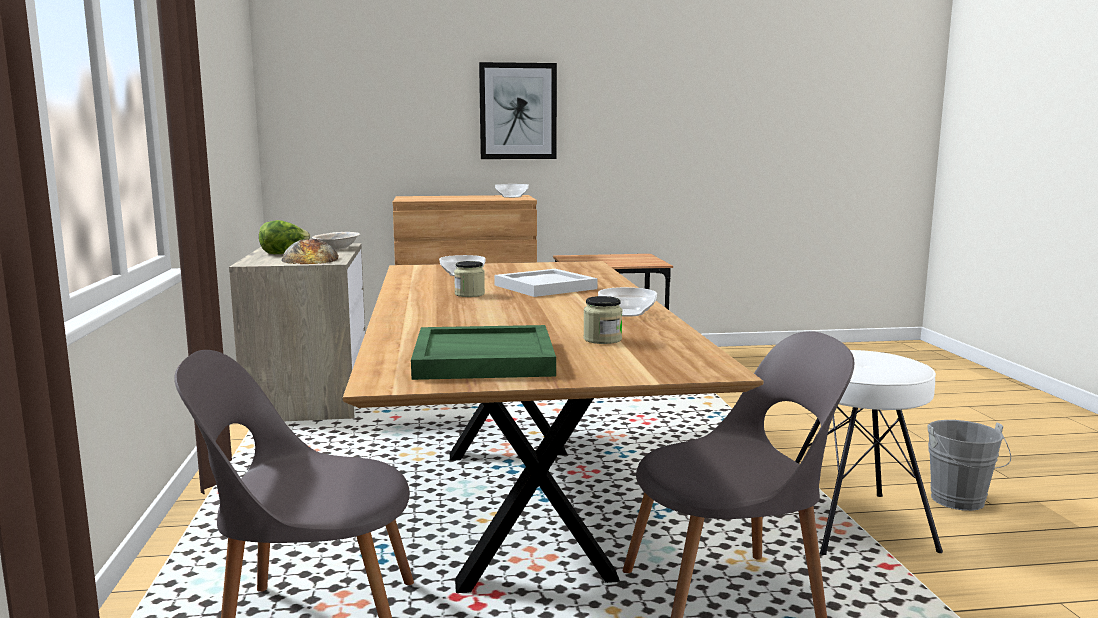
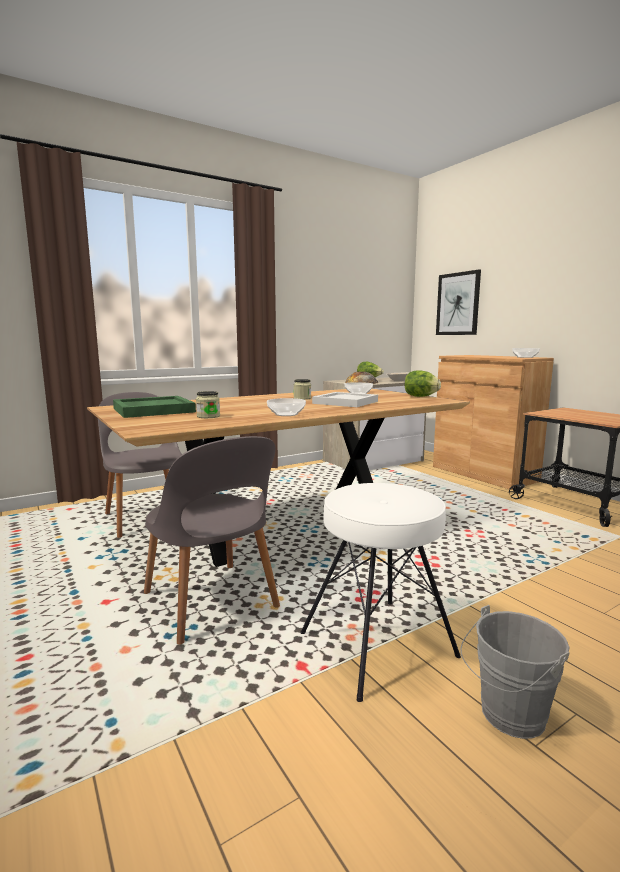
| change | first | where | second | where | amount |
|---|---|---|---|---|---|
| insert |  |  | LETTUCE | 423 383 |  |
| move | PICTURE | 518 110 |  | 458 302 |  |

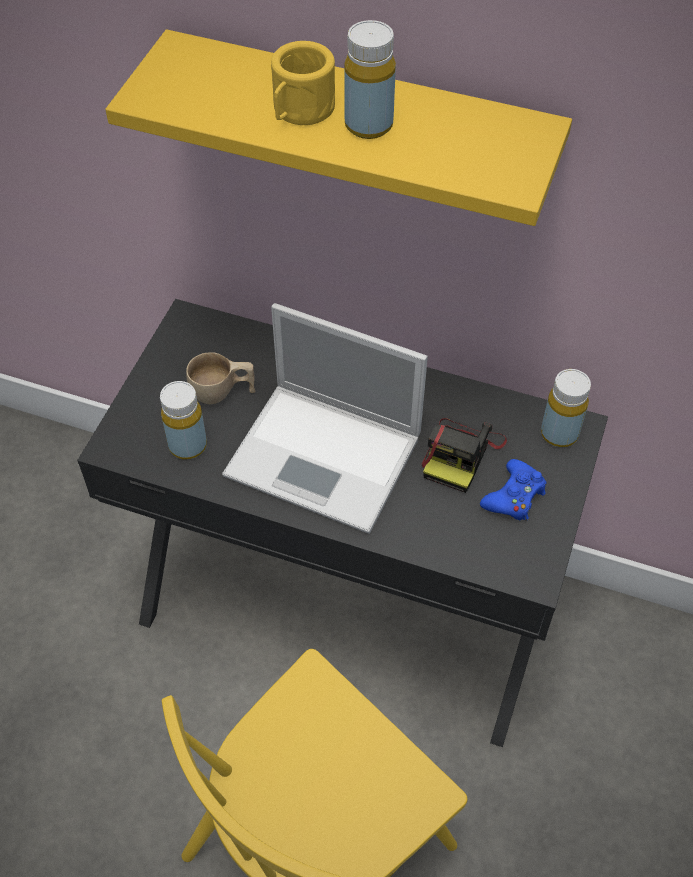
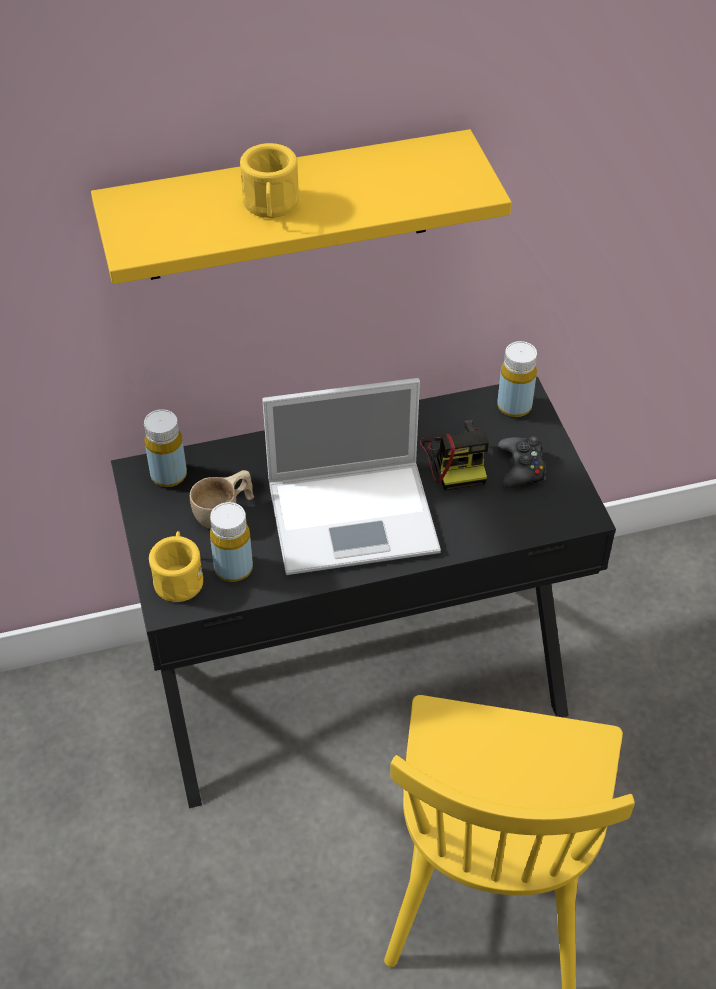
| change | first | where | second | where | amount |
|---|---|---|---|---|---|
| insert |  |  | YELLOW MUG | 176 566 |  |
| move | YELLOW BOTTLE | 370 79 |  | 165 448 |  |
| recolor | BLUE GAME CONTROLLER | 513 490 | BLACK GAME CONTROLLER | 522 462 |  |

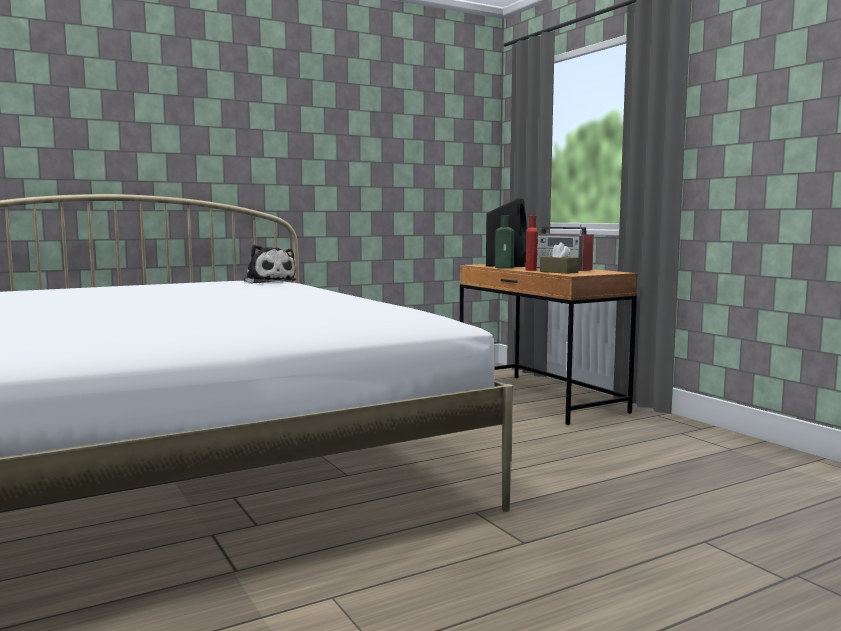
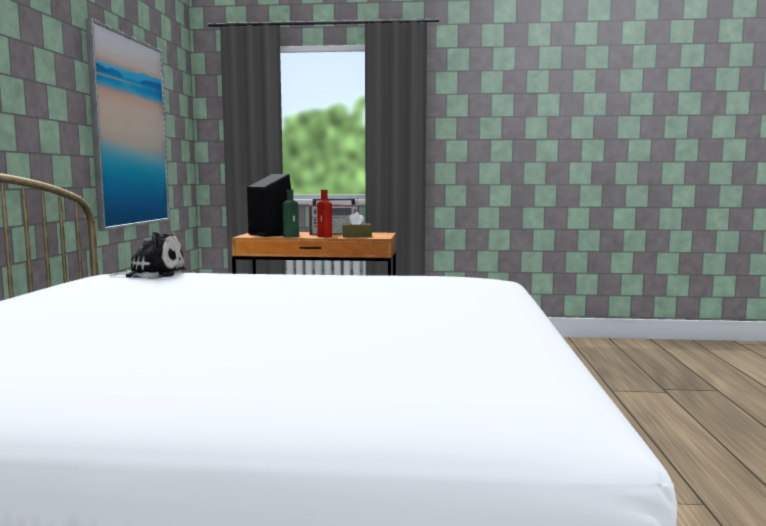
| change | first | where | second | where | amount |
|---|---|---|---|---|---|
| insert |  |  | PICTURE | 127 124 |  |

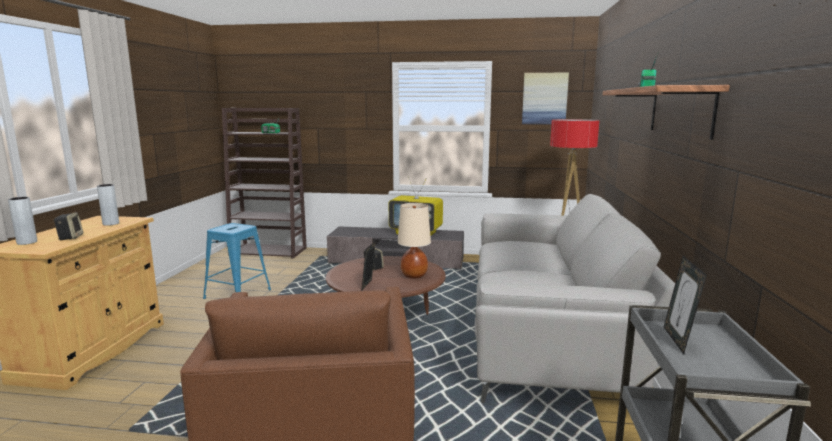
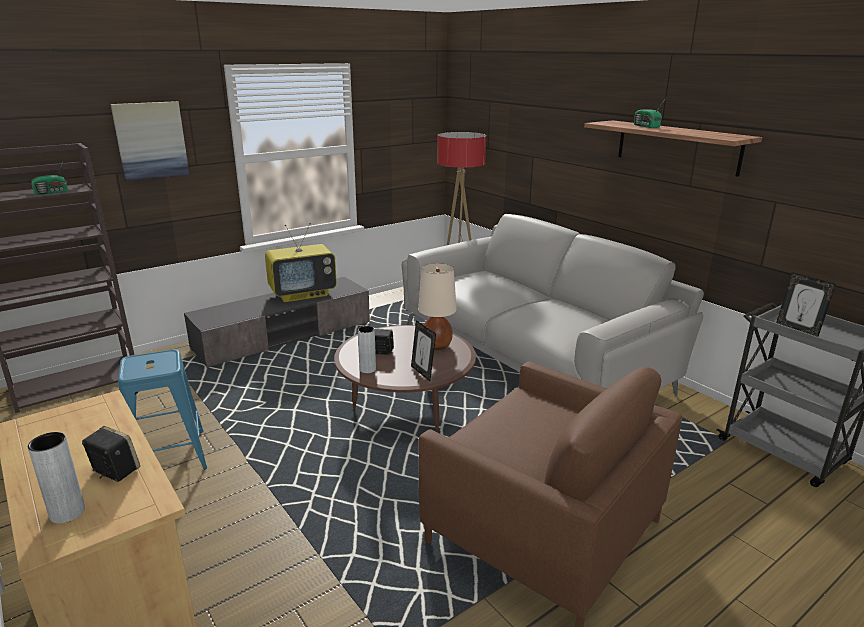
| change | first | where | second | where | amount |
|---|---|---|---|---|---|
| move | GREY VASE | 108 205 |  | 367 349 |  |
| move | PICTURE | 545 99 |  | 149 141 |  |

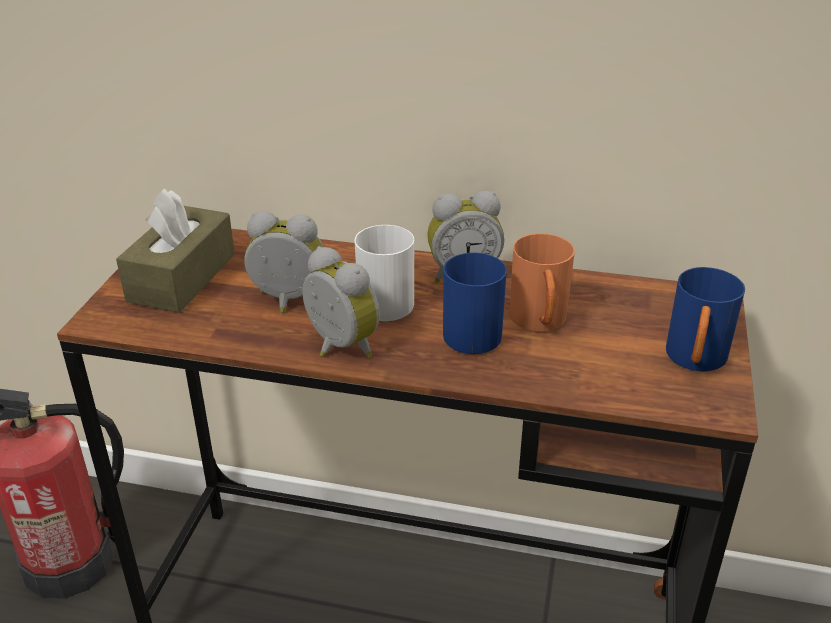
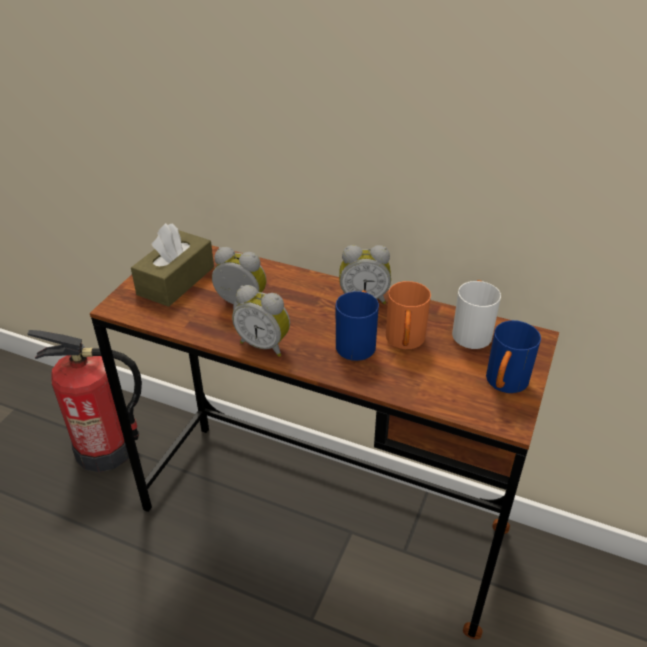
| change | first | where | second | where | amount |
|---|---|---|---|---|---|
| move | WHITE MUG | 384 273 |  | 476 314 |  |
| rotate | ALARM CLOCK | 341 301 |  | 261 321 | 150 degrees clockwise |

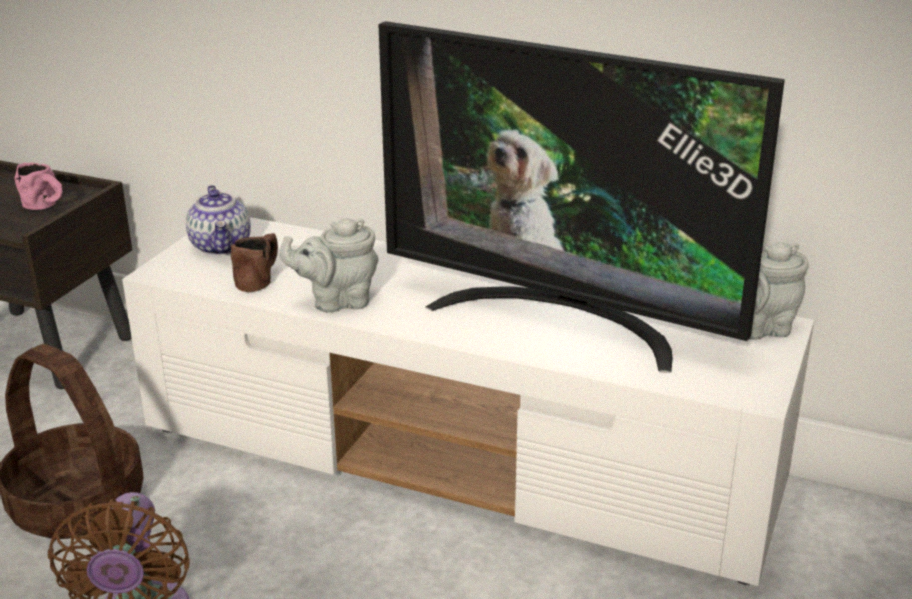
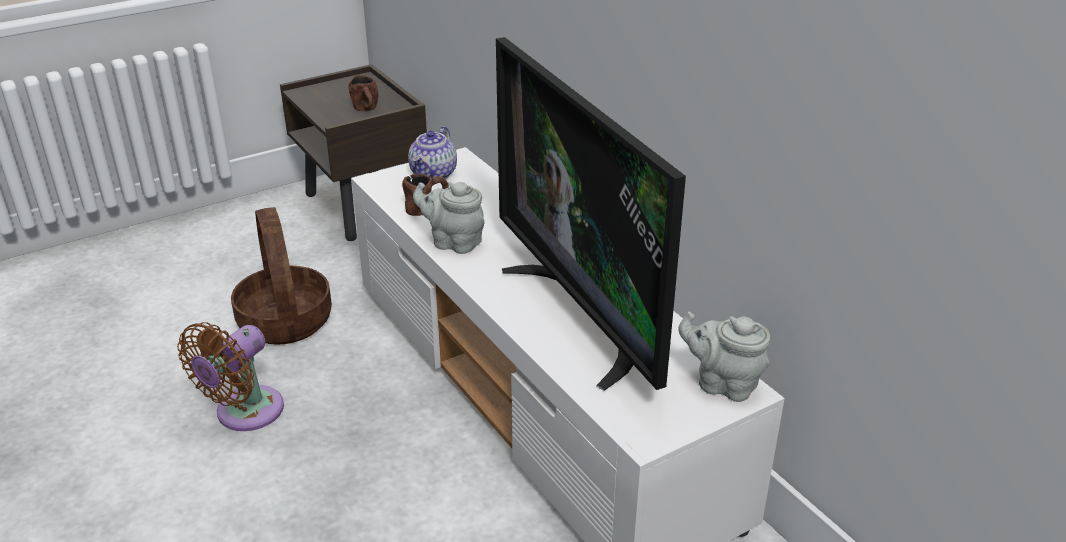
| change | first | where | second | where | amount |
|---|---|---|---|---|---|
| recolor | PINK MUG | 39 186 | BROWN MUG | 363 93 |  |

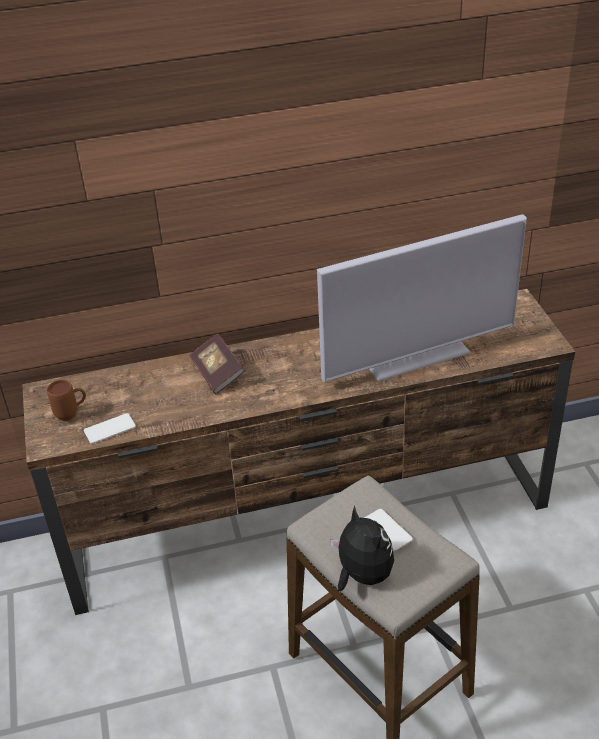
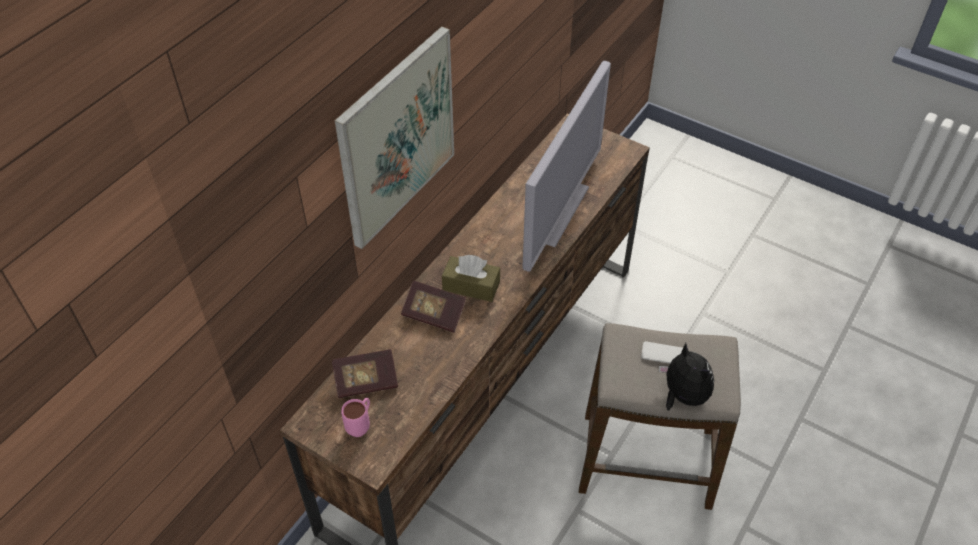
| change | first | where | second | where | amount |
|---|---|---|---|---|---|
| delete | PHONE | 110 428 |  |  |  |
| insert |  |  | BOOK | 365 373 |  |
| insert |  |  | PICTURE | 394 138 |  |
| insert |  |  | BROWN TISSUE BOX | 471 278 |  |
| recolor | BROWN MUG | 66 400 | PINK MUG | 355 417 |  |
| rotate | PLUSH TOY | 362 548 |  | 686 377 | 45 degrees clockwise |

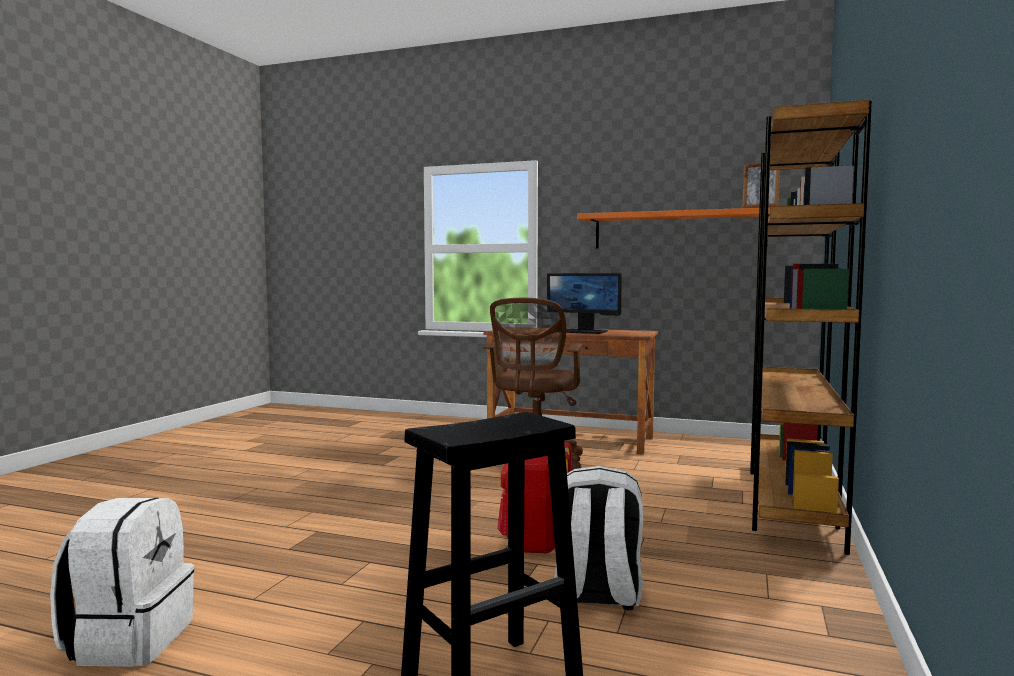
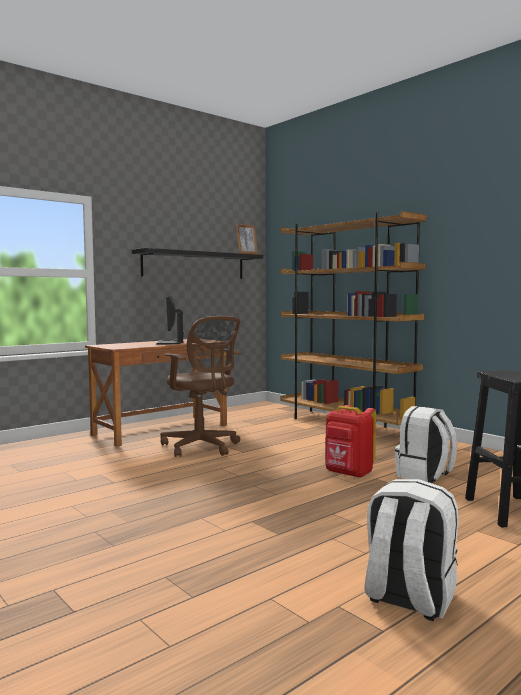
| change | first | where | second | where | amount |
|---|---|---|---|---|---|
| recolor | ORANGE SHELF | 673 228 | BLACK SHELF | 197 263 |  |
| rotate | MONITOR | 584 303 |  | 170 320 | 120 degrees clockwise |

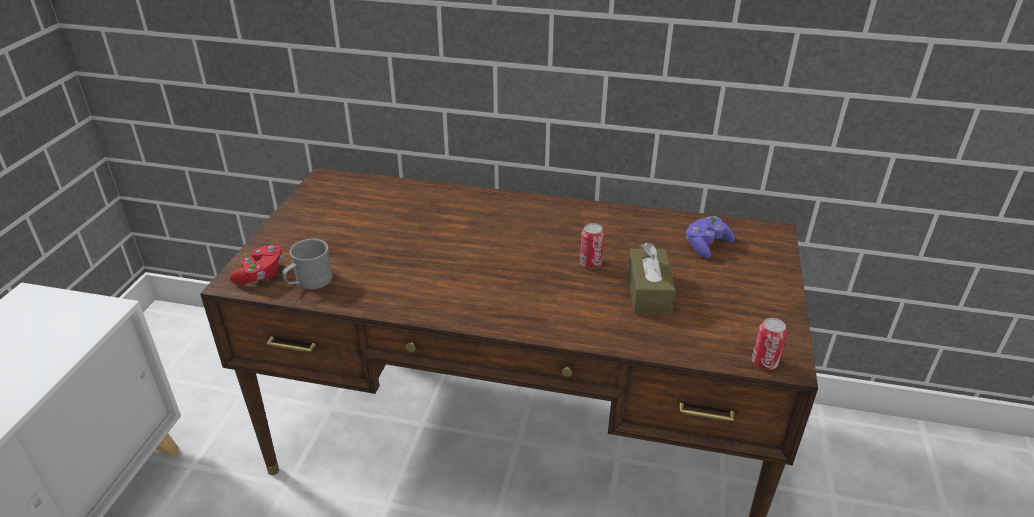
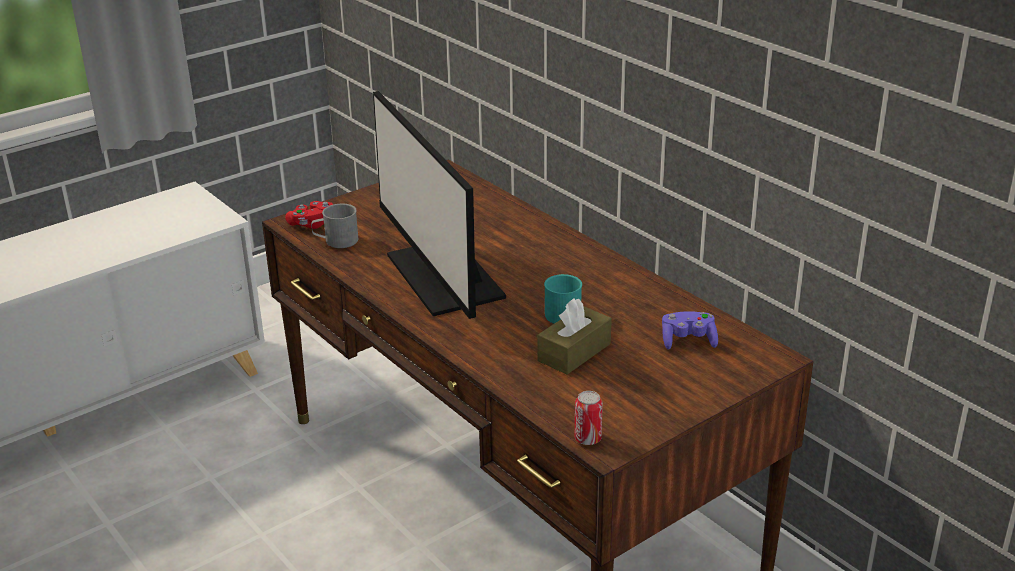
| change | first | where | second | where | amount |
|---|---|---|---|---|---|
| insert |  |  | MONITOR | 439 205 |  |
| replace | CAN | 592 245 | TURQUOISE MUG | 563 299 |  |

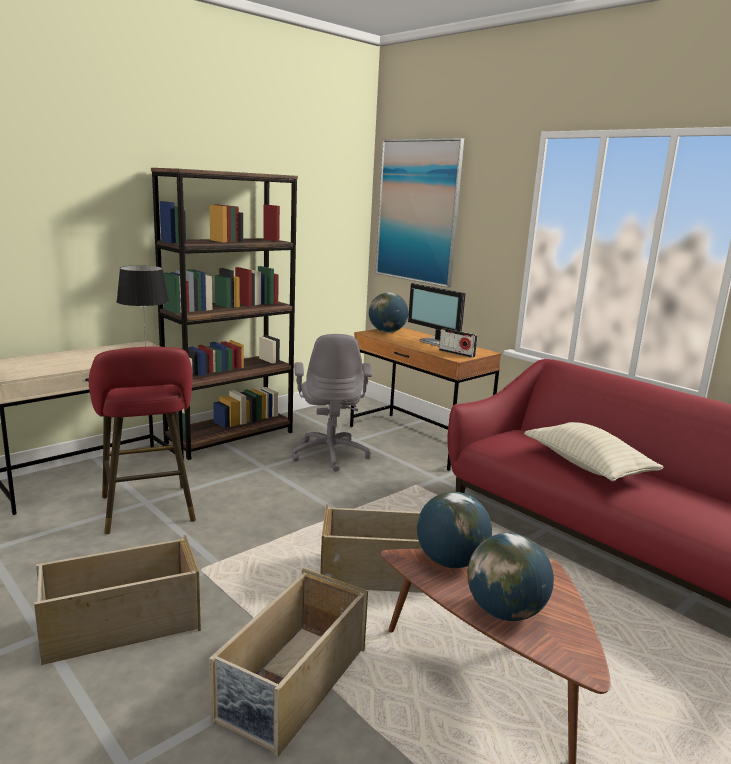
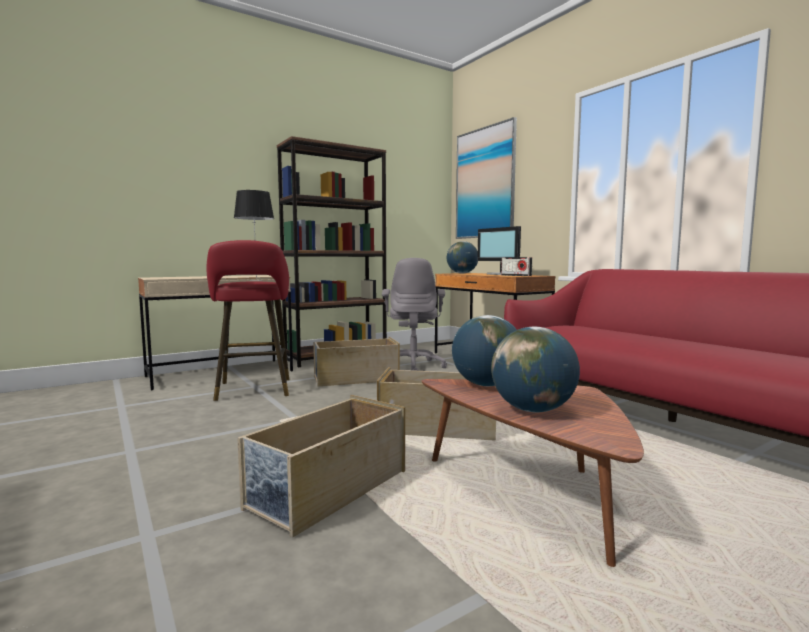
| change | first | where | second | where | amount |
|---|---|---|---|---|---|
| delete | BEIGE PILLOW | 593 451 |  |  |  |
| move | BEIGE STORAGE BOX | 117 600 |  | 356 362 |  |

